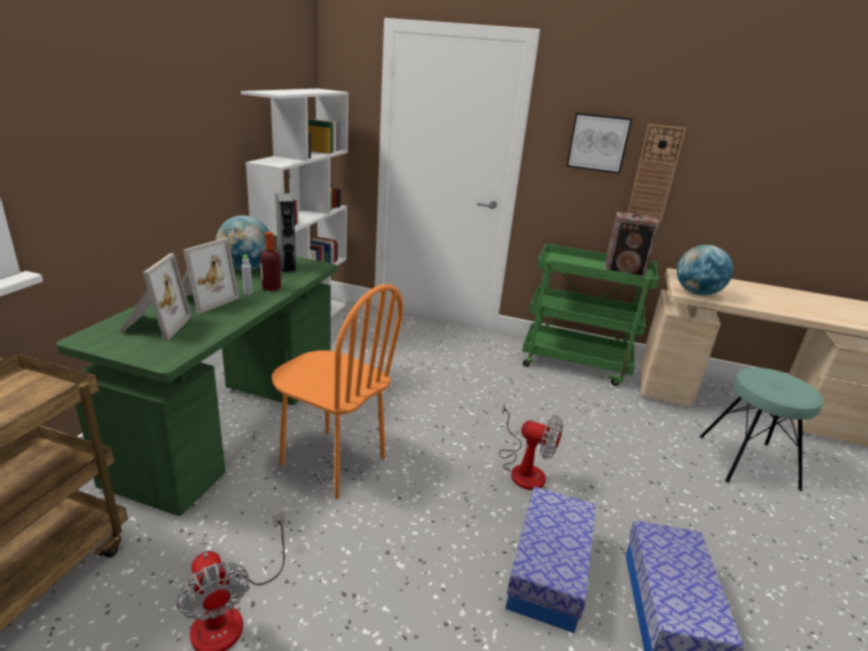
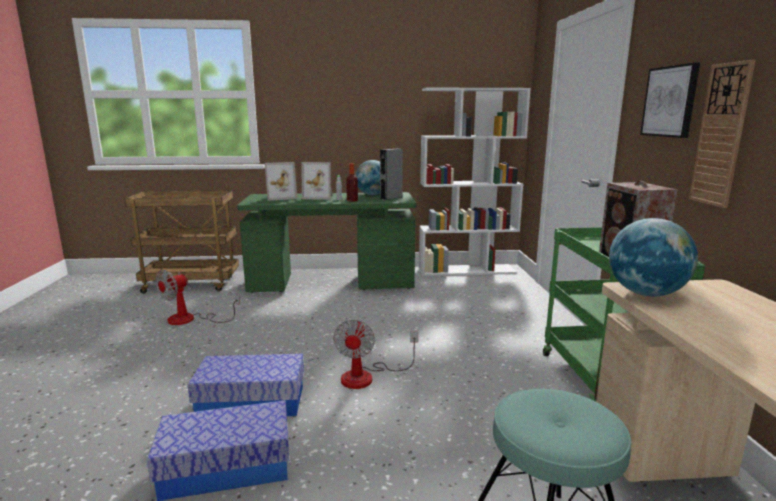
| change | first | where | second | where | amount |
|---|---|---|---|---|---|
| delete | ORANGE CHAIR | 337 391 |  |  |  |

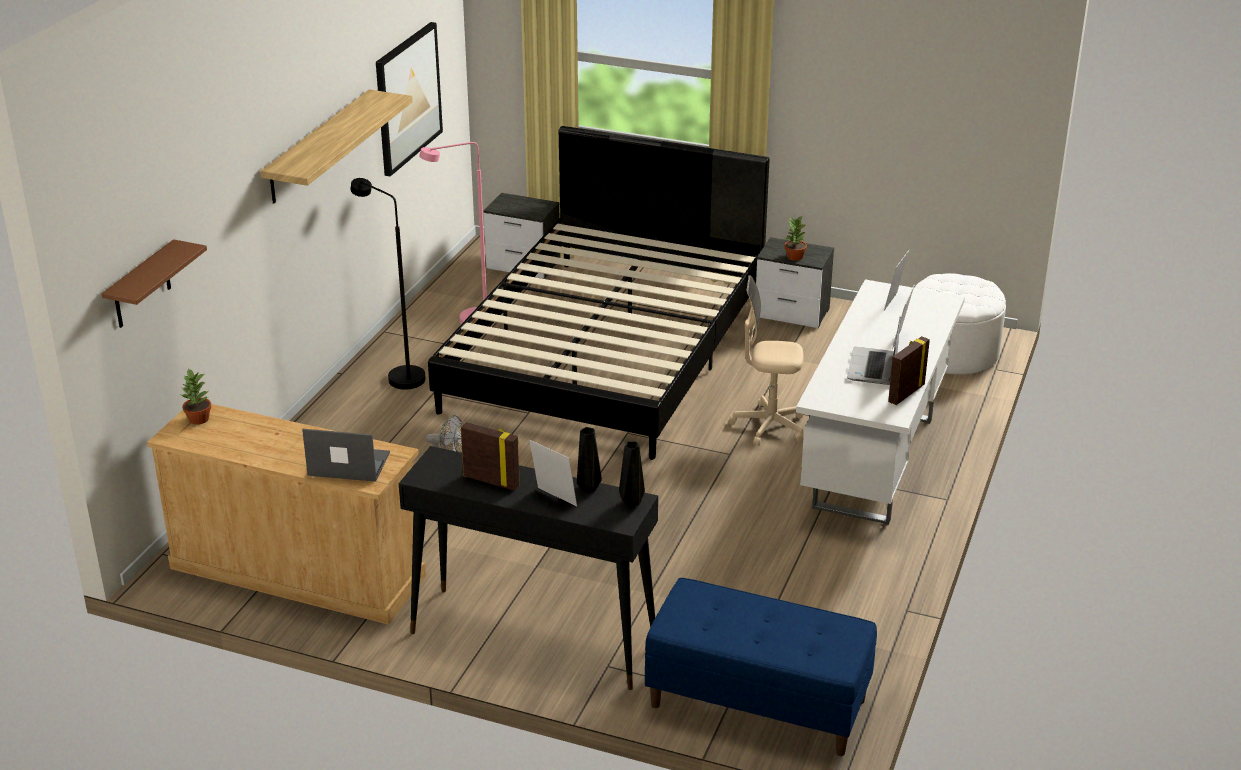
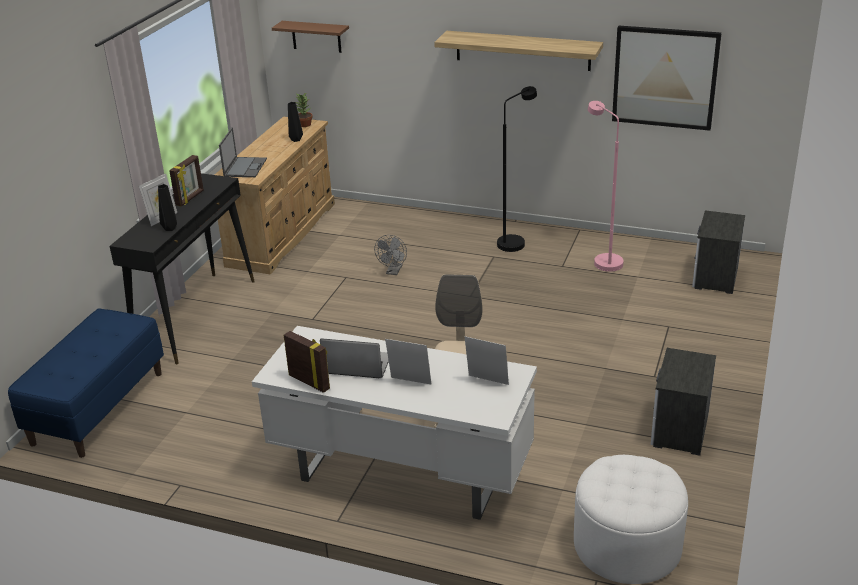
| change | first | where | second | where | amount |
|---|---|---|---|---|---|
| delete | BLACK BED | 599 293 |  |  |  |
| delete | POTTED PLANT | 796 238 |  |  |  |
| move | BLACK VASE | 632 474 |  | 295 122 |  |

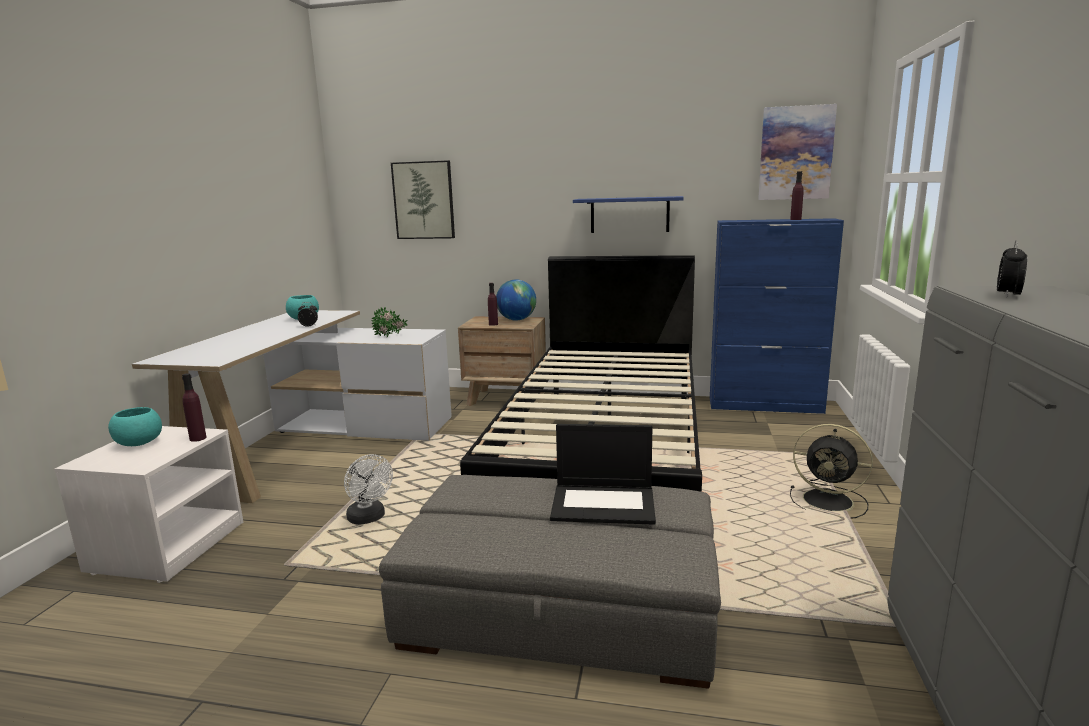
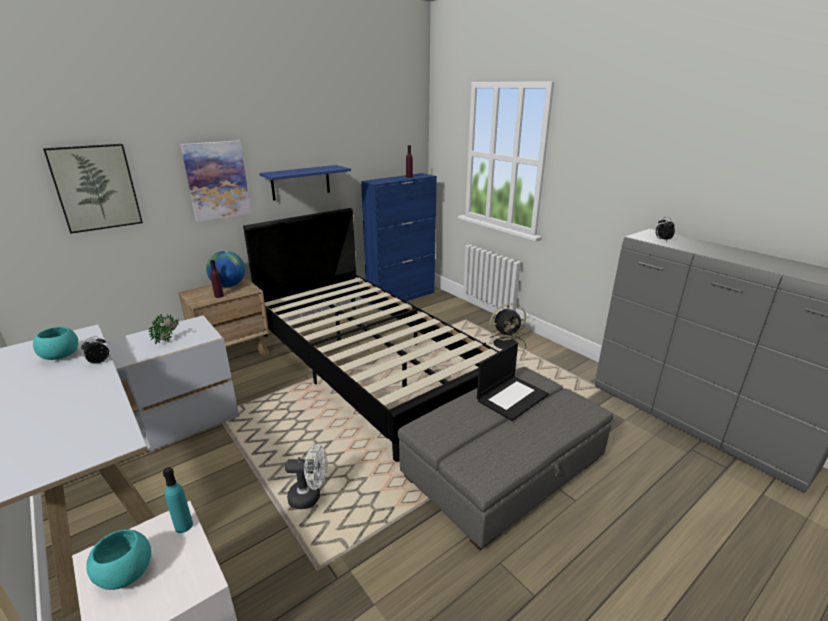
| change | first | where | second | where | amount |
|---|---|---|---|---|---|
| move | PICTURE | 797 152 |  | 215 181 |  |
| recolor | PURPLE BOTTLE | 194 407 | TURQUOISE BOTTLE | 178 500 |  |

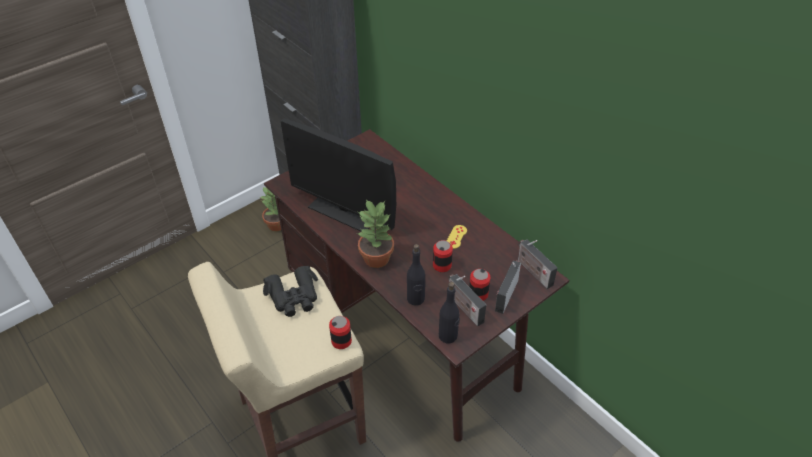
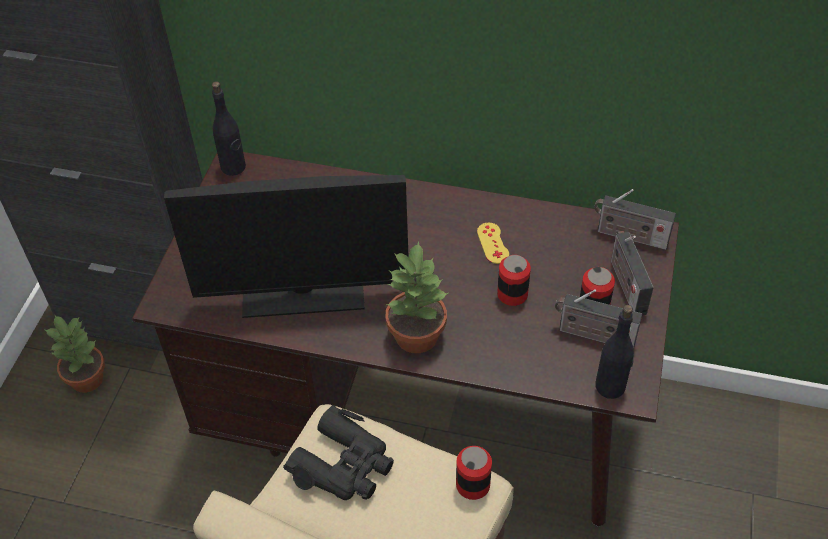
| change | first | where | second | where | amount |
|---|---|---|---|---|---|
| move | BLACK BOTTLE | 416 274 |  | 229 128 |  |

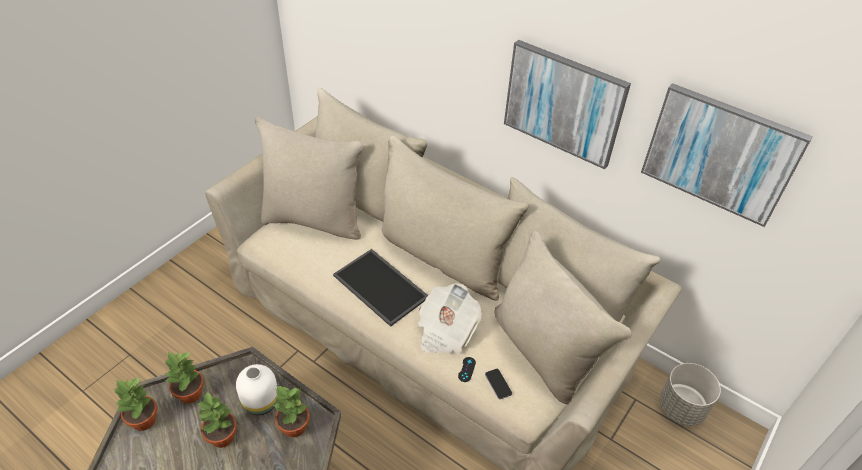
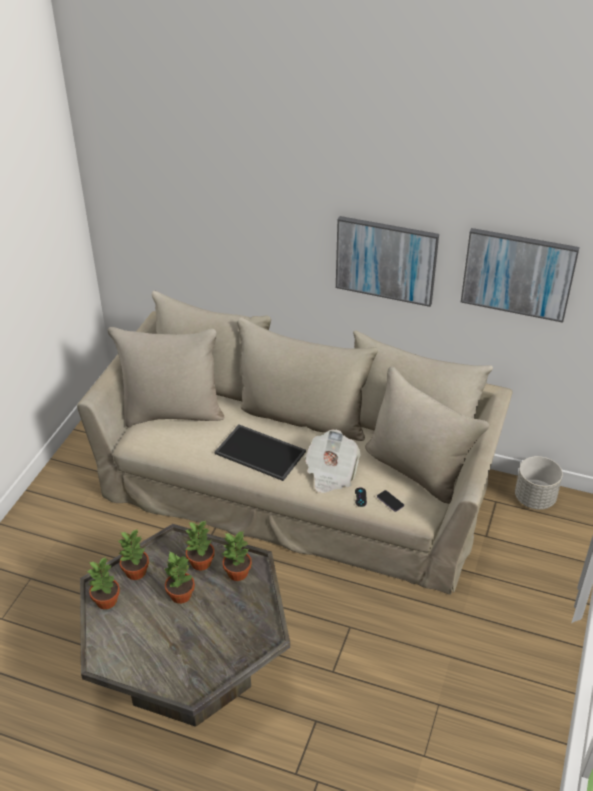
| change | first | where | second | where | amount |
|---|---|---|---|---|---|
| replace | WHITE VASE | 257 389 | POTTED PLANT | 200 545 |  |

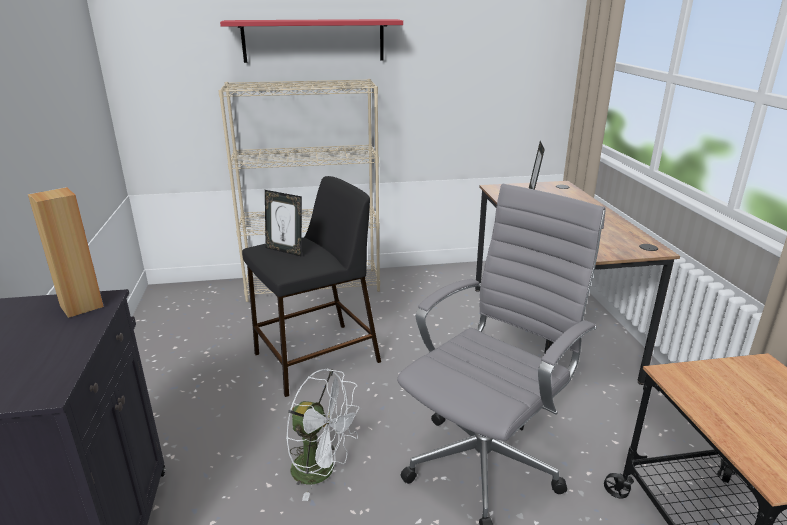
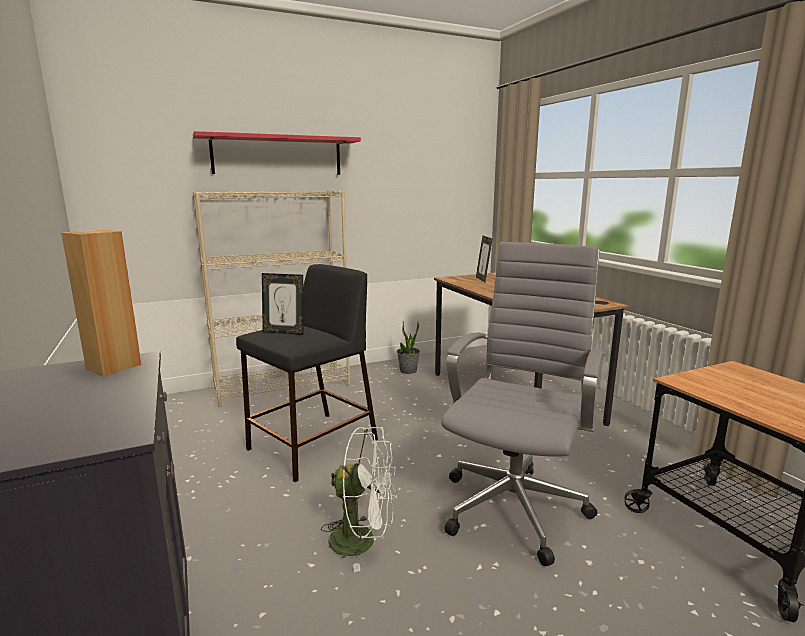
| change | first | where | second | where | amount |
|---|---|---|---|---|---|
| insert |  |  | POTTED PLANT | 408 348 |  |

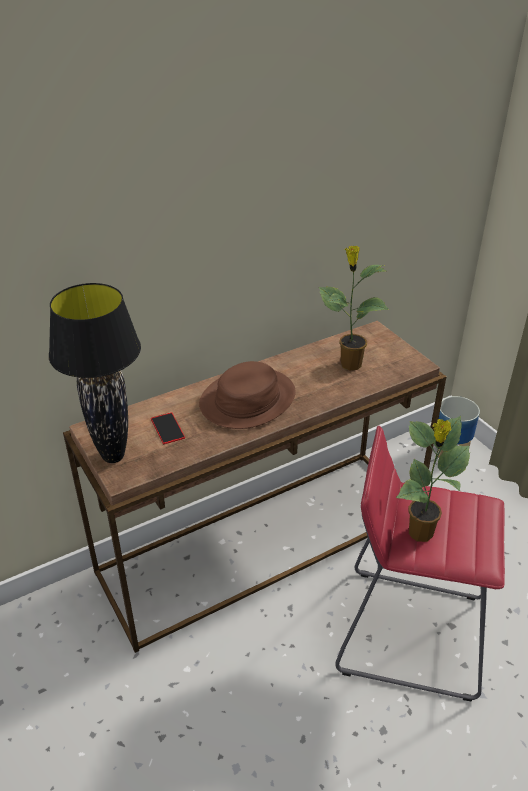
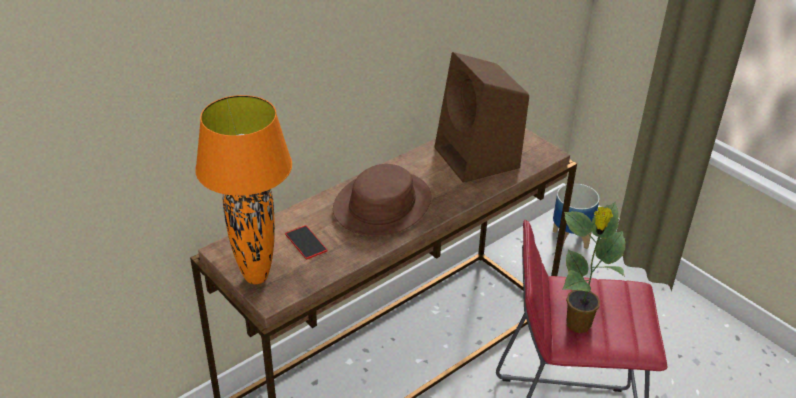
| change | first | where | second | where | amount |
|---|---|---|---|---|---|
| replace | POTTED PLANT | 354 308 | BROWN SPEAKER | 482 117 |  |
| recolor | BLACK TABLE LAMP | 95 373 | ORANGE TABLE LAMP | 243 189 |  |

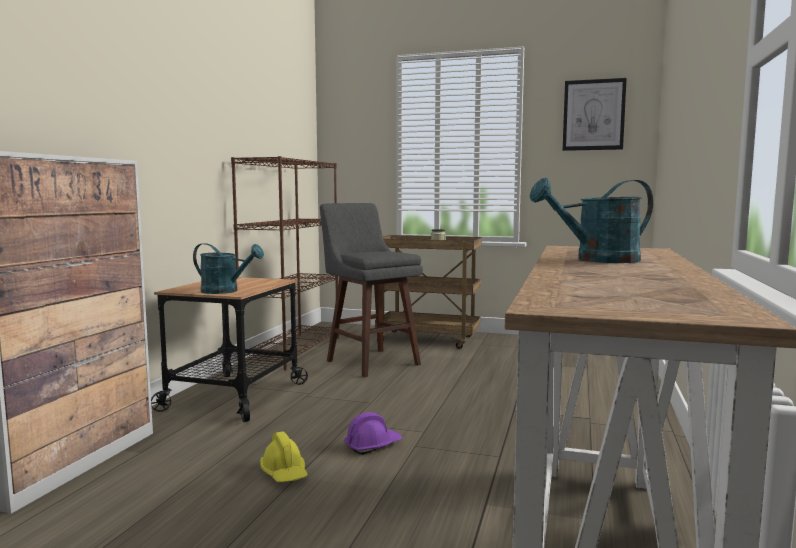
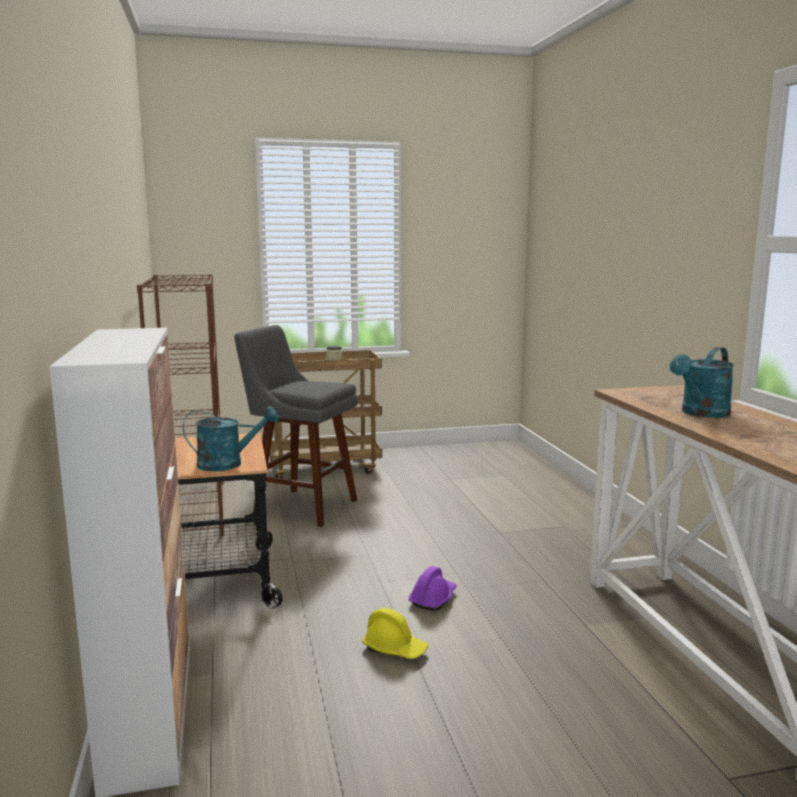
| change | first | where | second | where | amount |
|---|---|---|---|---|---|
| delete | PICTURE | 595 114 |  |  |  |

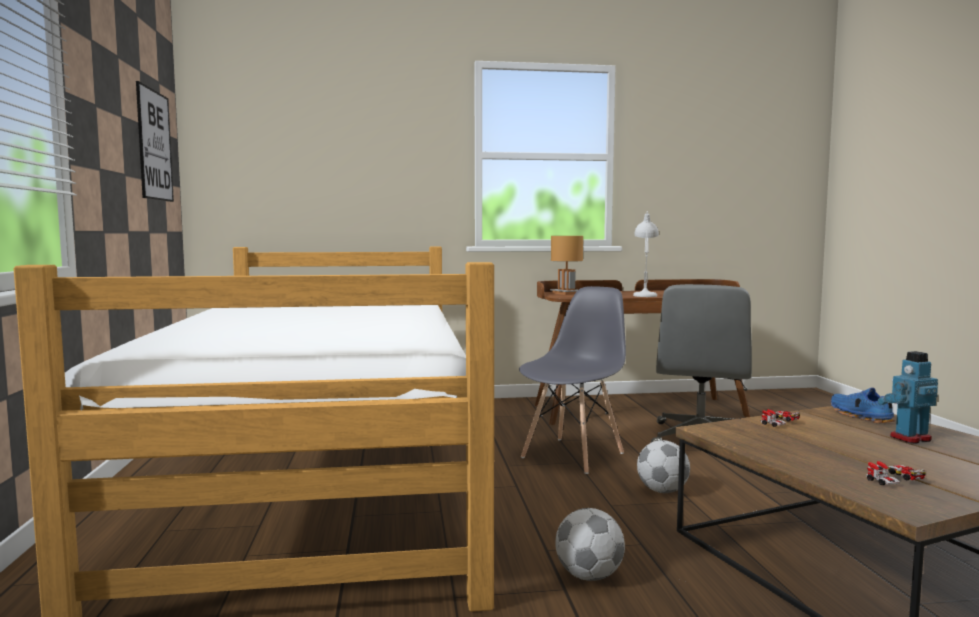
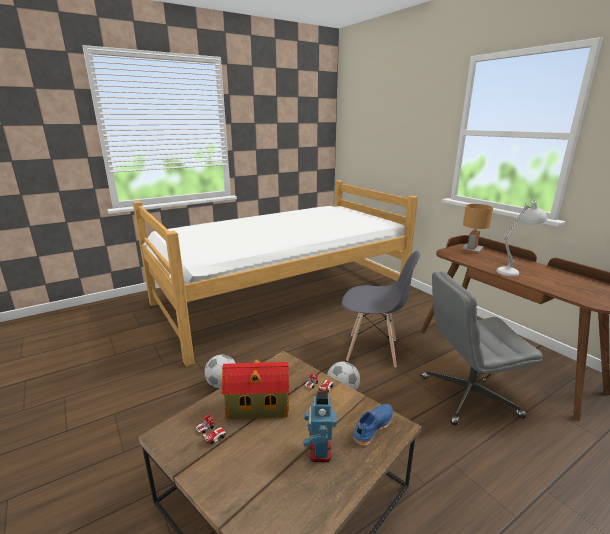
| change | first | where | second | where | amount |
|---|---|---|---|---|---|
| delete | PICTURE | 155 141 |  |  |  |
| insert |  |  | TOY HOUSE | 255 389 |  |
| rotate | TOY ROBOT | 908 397 |  | 320 426 | 135 degrees counterclockwise |

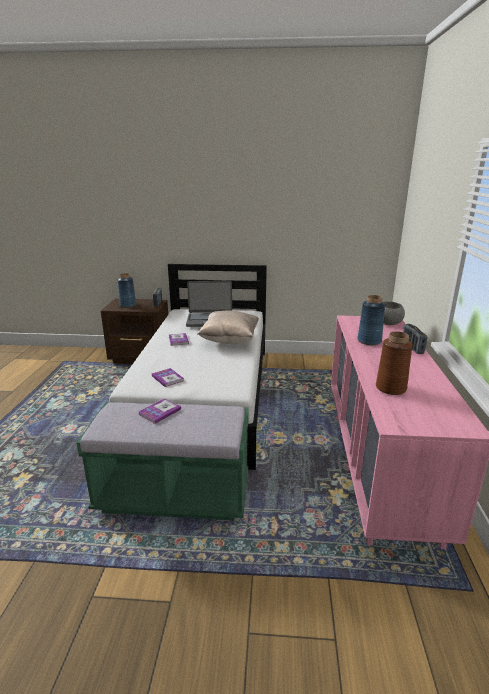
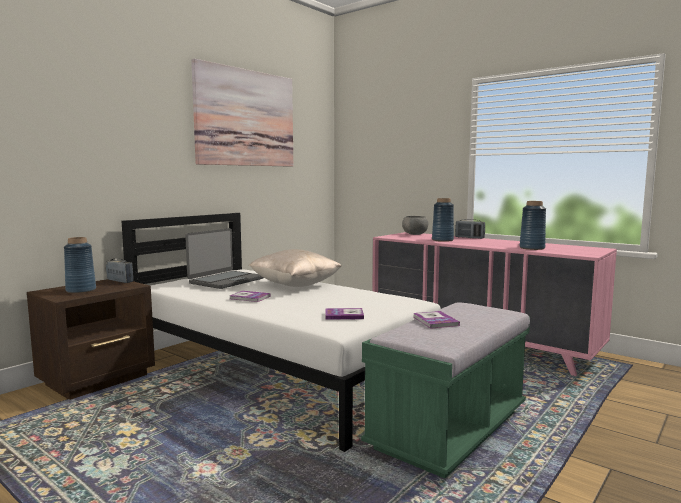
| change | first | where | second | where | amount |
|---|---|---|---|---|---|
| insert |  |  | PICTURE | 242 112 |  |
| recolor | BROWN VASE | 394 363 | BLUE VASE | 532 225 |  |

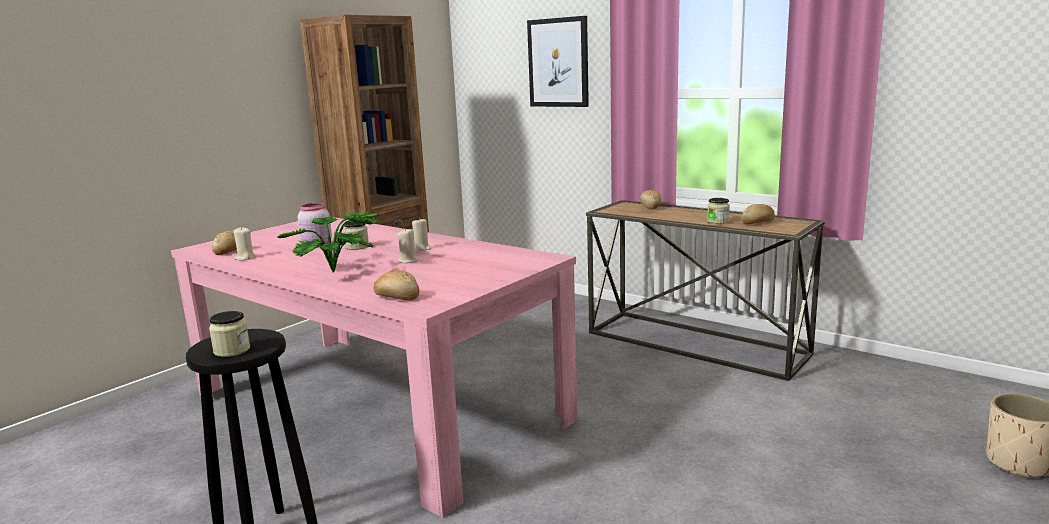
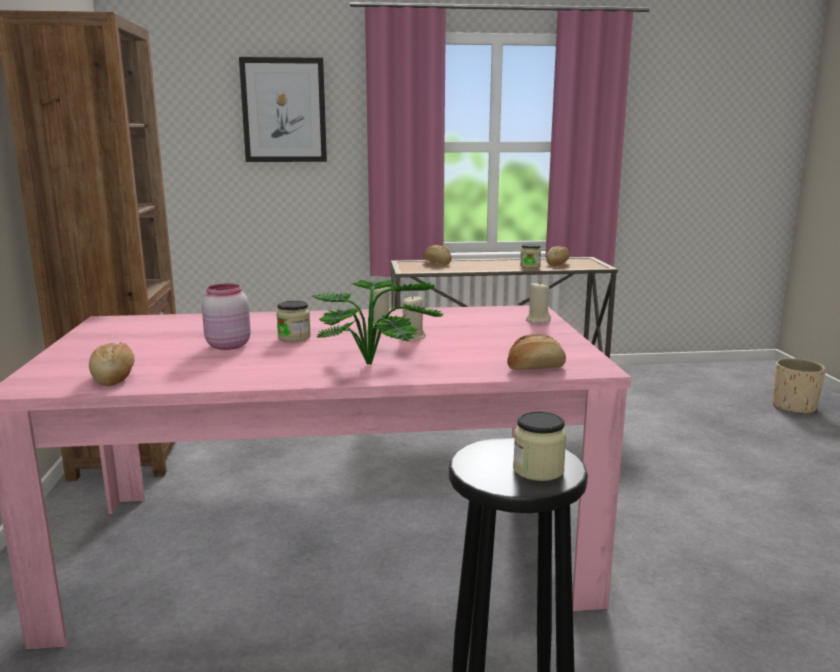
| change | first | where | second | where | amount |
|---|---|---|---|---|---|
| move | BEIGE CANDLE | 244 244 |  | 538 302 |  |

